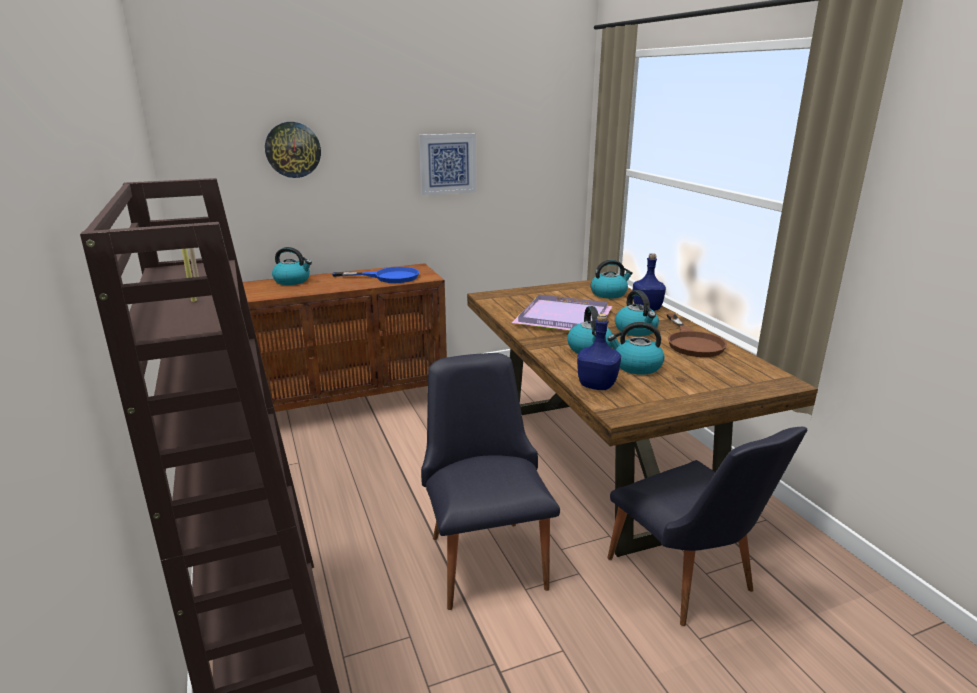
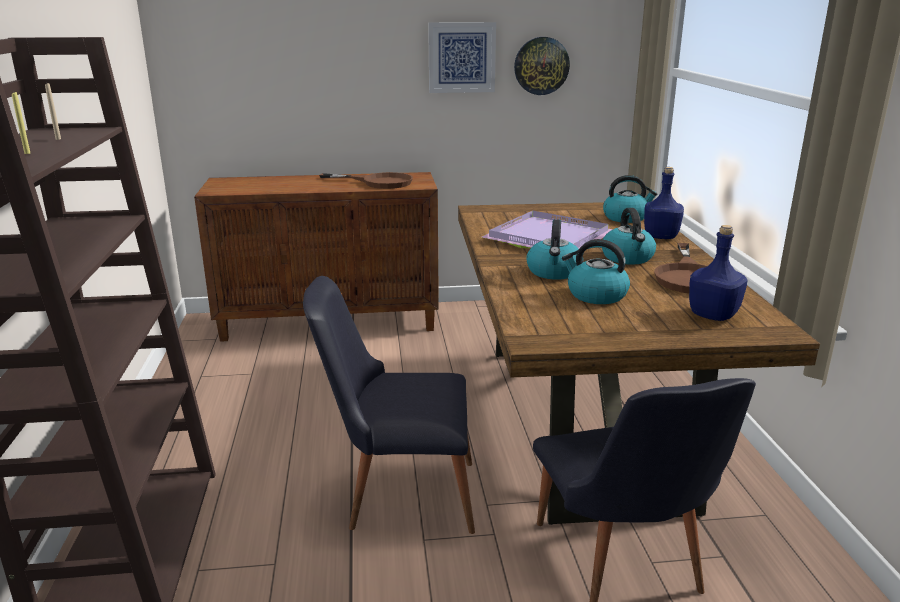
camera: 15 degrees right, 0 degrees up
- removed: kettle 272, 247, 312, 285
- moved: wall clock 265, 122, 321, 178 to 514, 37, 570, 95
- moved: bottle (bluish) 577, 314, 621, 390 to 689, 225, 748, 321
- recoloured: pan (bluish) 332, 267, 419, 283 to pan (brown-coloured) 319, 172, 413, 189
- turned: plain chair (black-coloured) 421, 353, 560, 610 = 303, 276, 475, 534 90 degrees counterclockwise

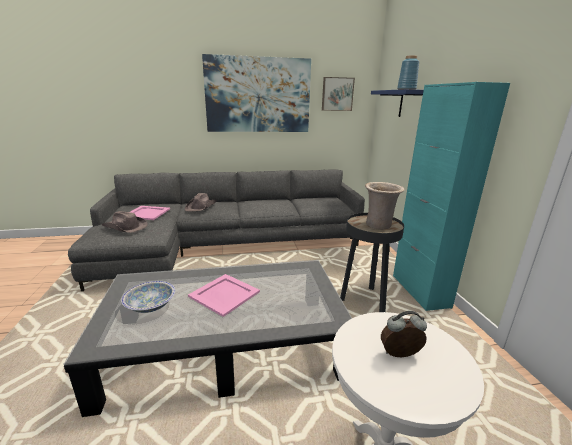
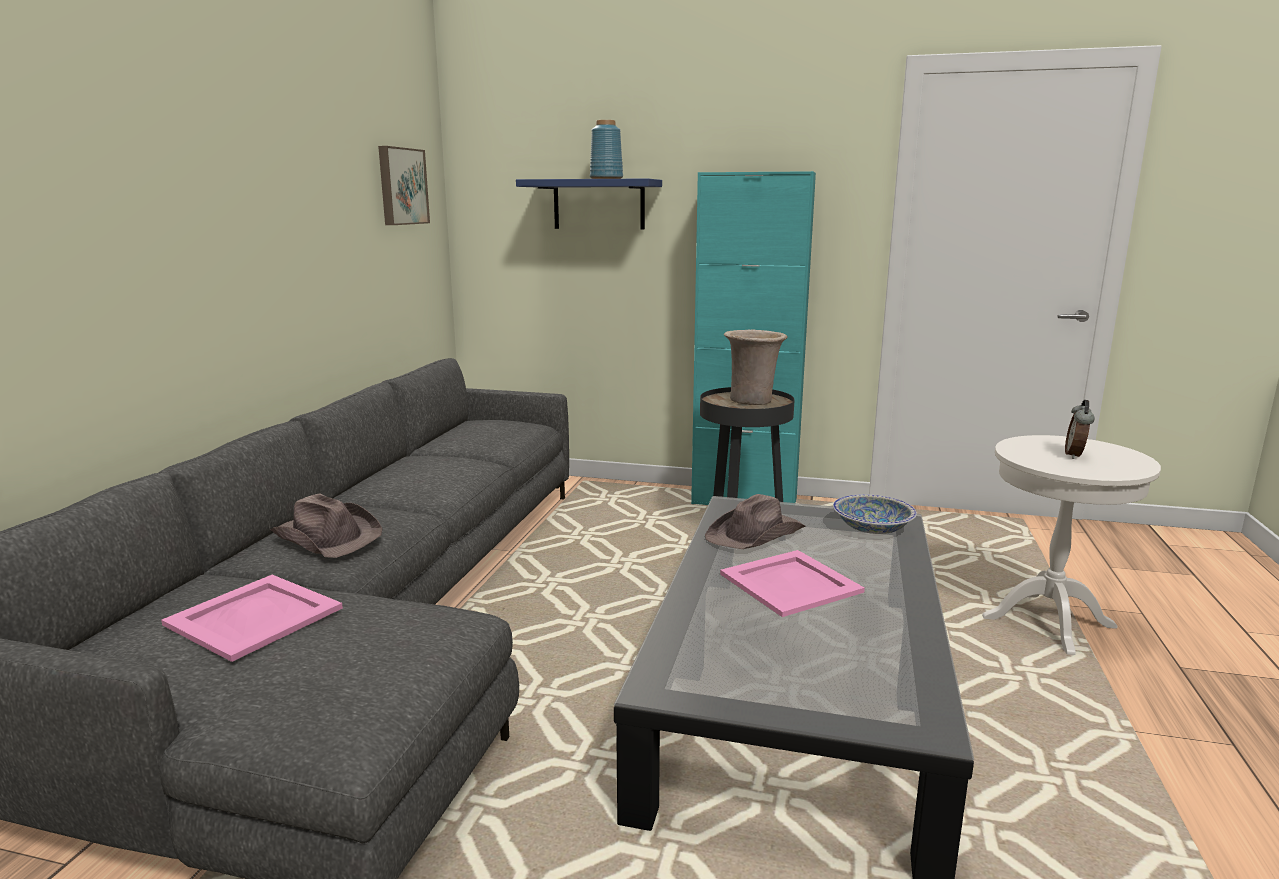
camera: 65 degrees left, 5 degrees down
- removed: wall art 202, 54, 311, 132
- moved: hat (brown-coloured) 102, 211, 148, 233 to 705, 494, 806, 549
- moved: bowl 121, 281, 175, 313 to 833, 494, 917, 534

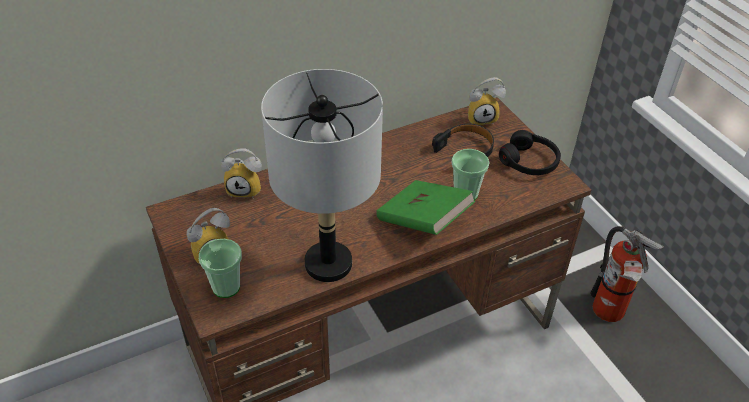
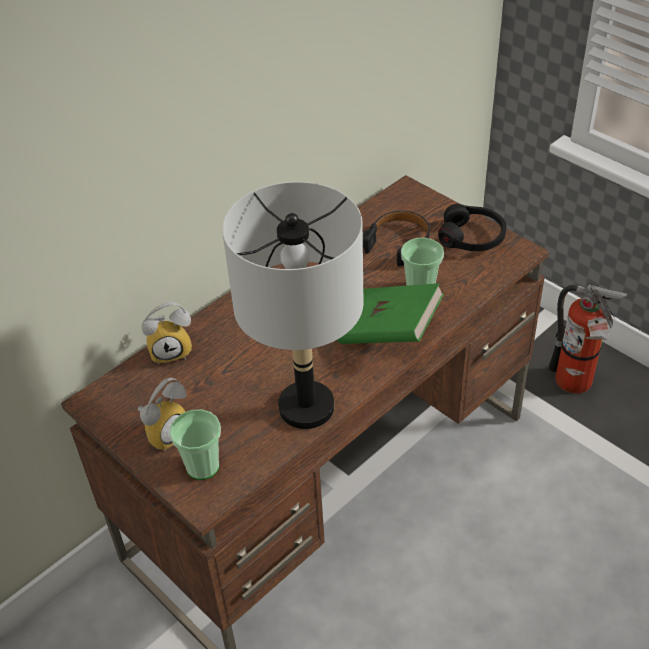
camera: 15 degrees left, 0 degrees up
- removed: alarm clock 468, 77, 506, 125

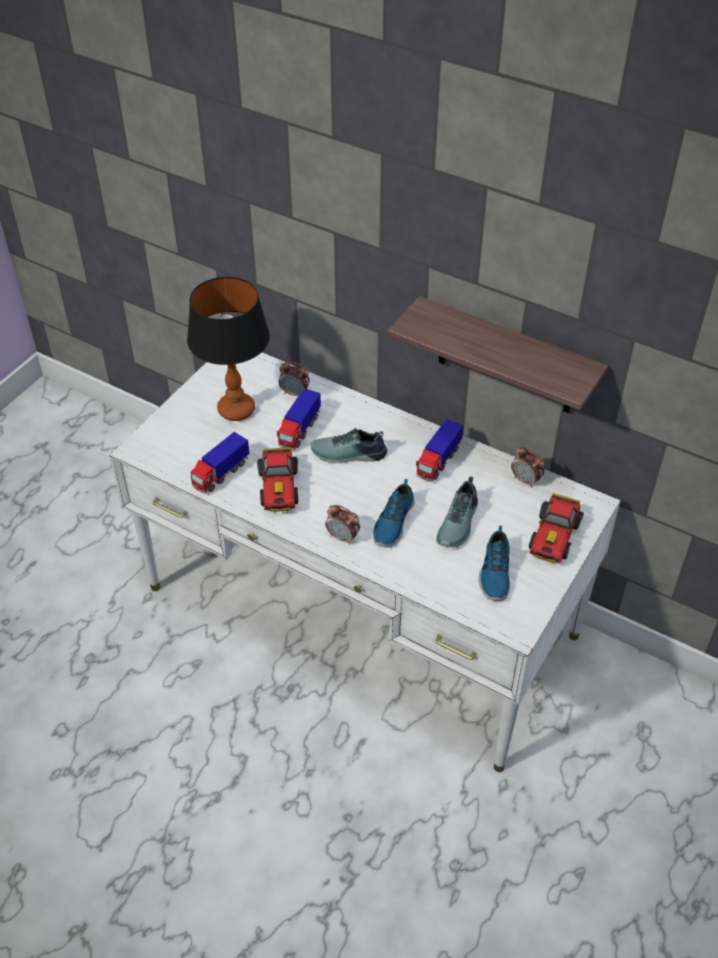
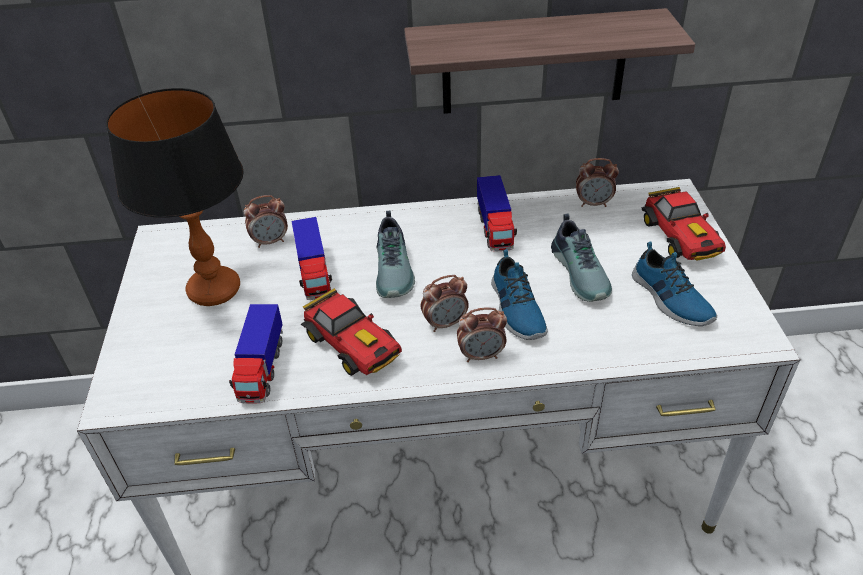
camera: 35 degrees left, 5 degrees down
- added: alarm clock 421, 275, 469, 332
- turned: shoe 311, 428, 387, 463 = 376, 211, 415, 298 60 degrees counterclockwise

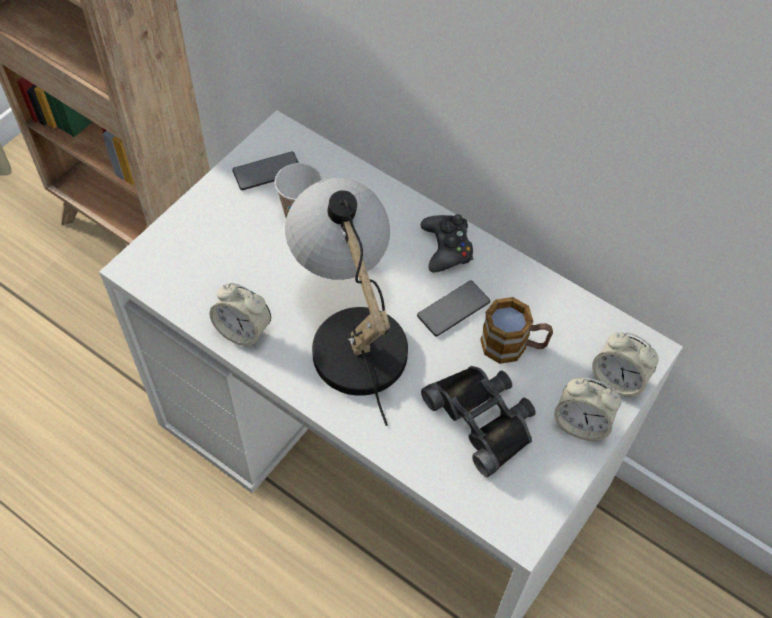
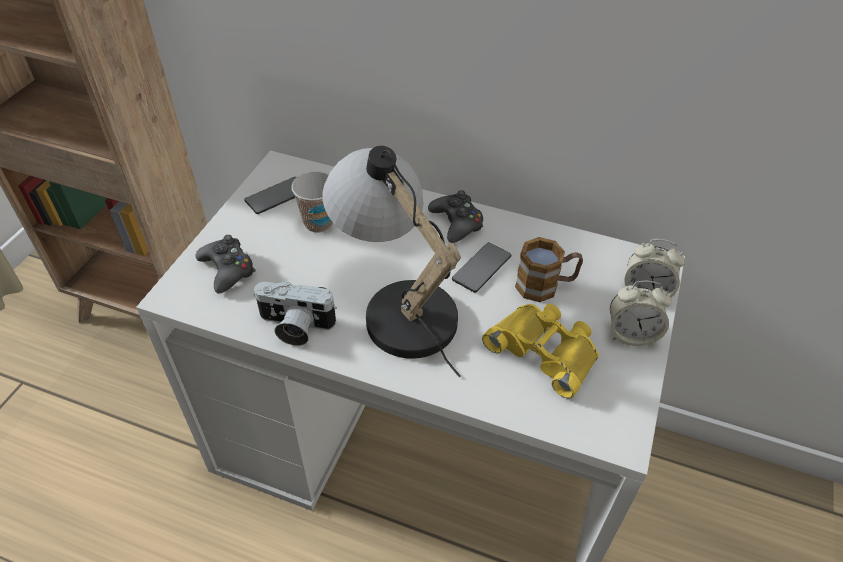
camera: 15 degrees left, 10 degrees down
- added: gamepad (black-coloured) 196, 235, 256, 293
- replaced: alarm clock 209, 282, 271, 346 to photo camera 254, 282, 337, 346
- recoloured: field glasses (black-coloured) 421, 366, 536, 477 to field glasses (yellowish) 482, 304, 599, 398

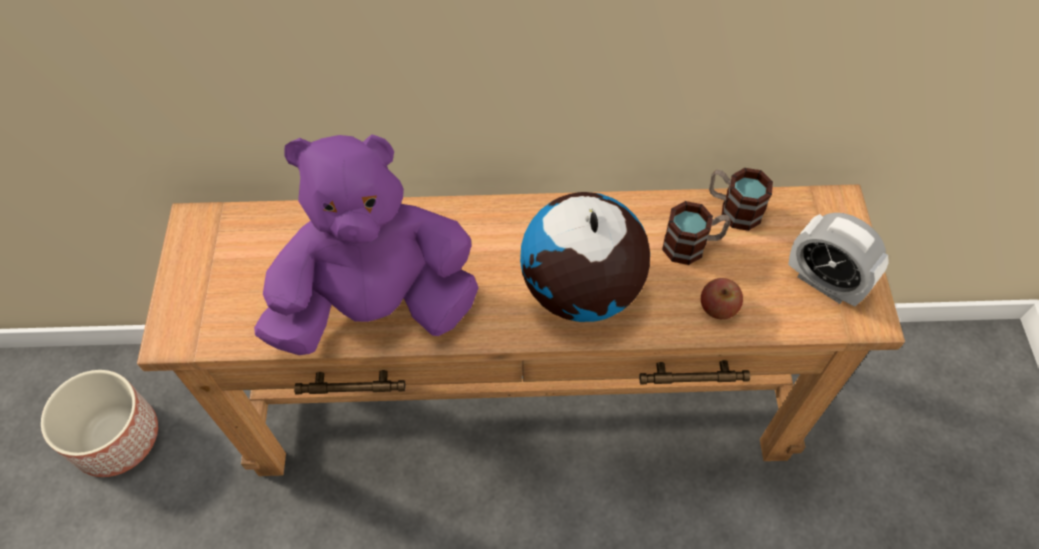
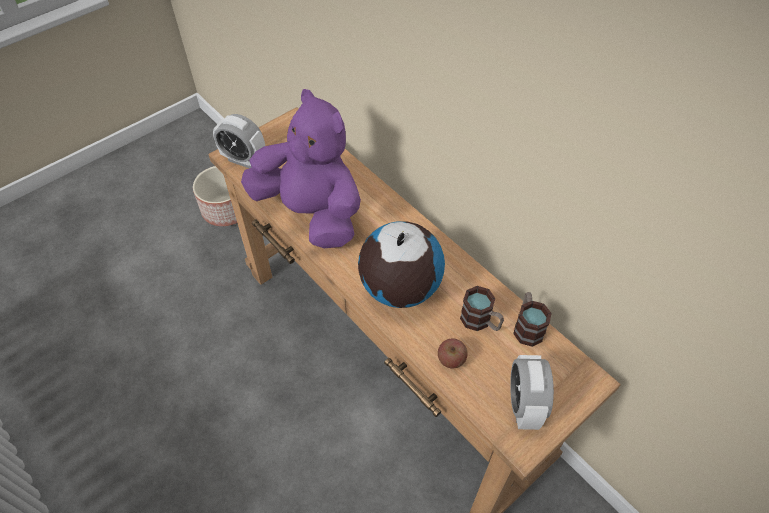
camera: 50 degrees right, 5 degrees down
- added: alarm clock 213, 114, 265, 168

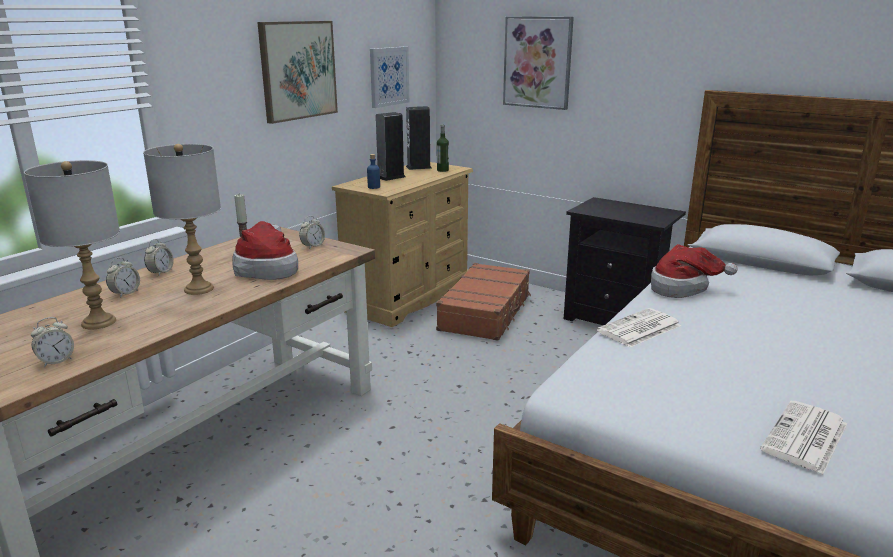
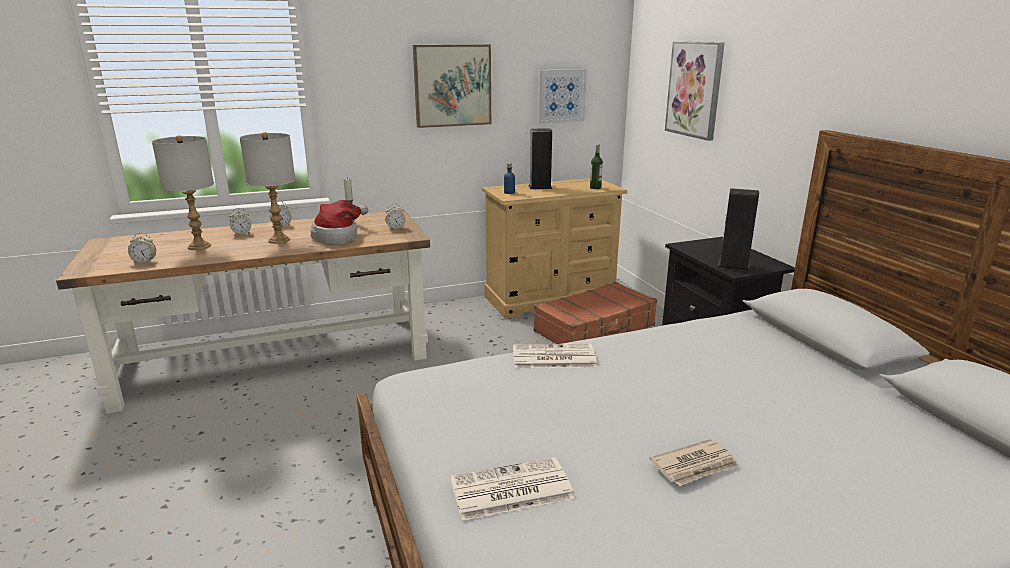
camera: 35 degrees right, 0 degrees up
- removed: hat 651, 244, 738, 298
- added: printed paper 649, 439, 739, 486
- moved: speaker 406, 106, 431, 170 to 718, 188, 759, 271

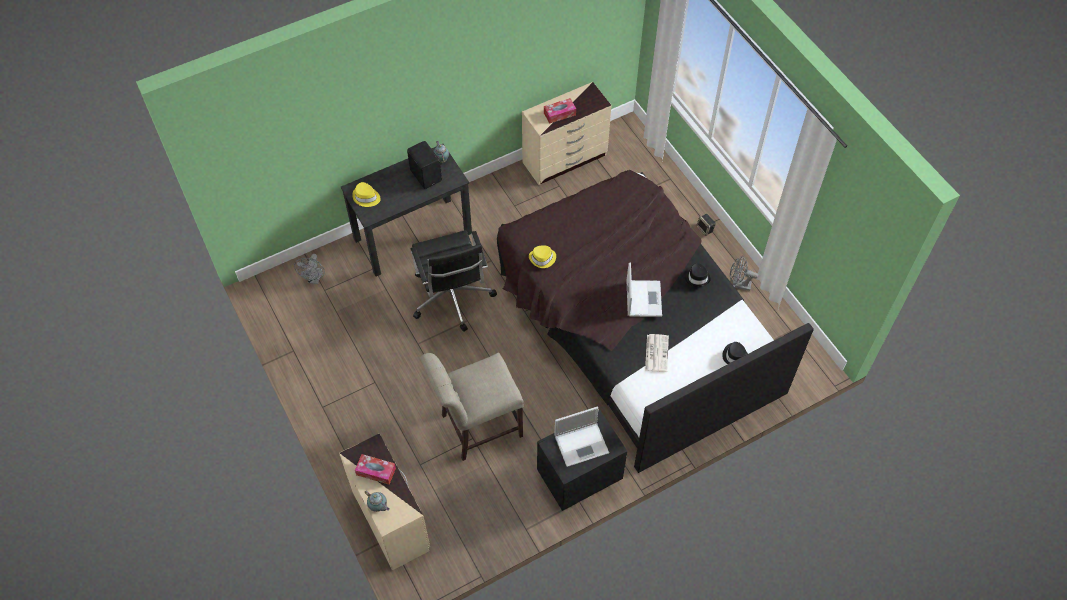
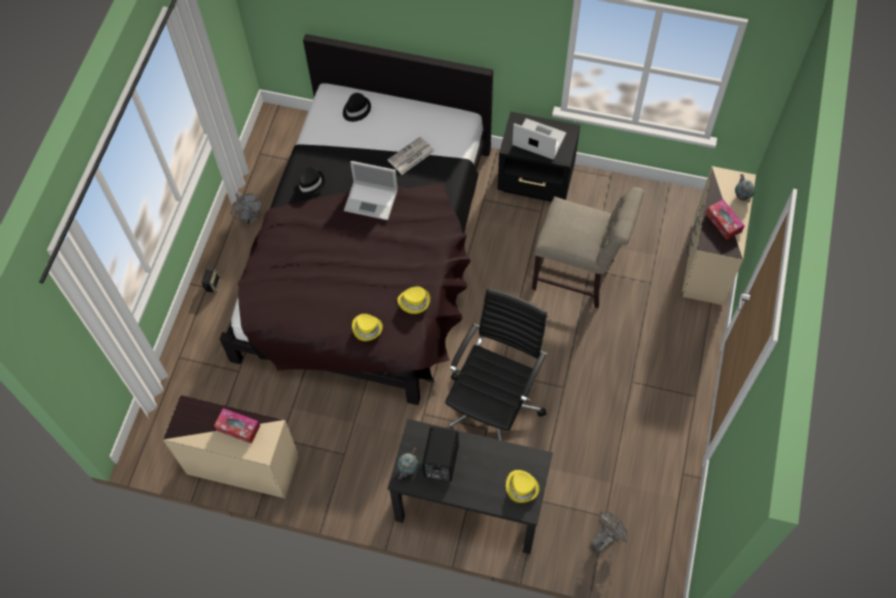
camera: 135 degrees left, 5 degrees up
- added: hat (yellowish) 352, 314, 383, 341
- turned: notebook computer 626, 262, 662, 317 = 344, 161, 398, 220 120 degrees counterclockwise

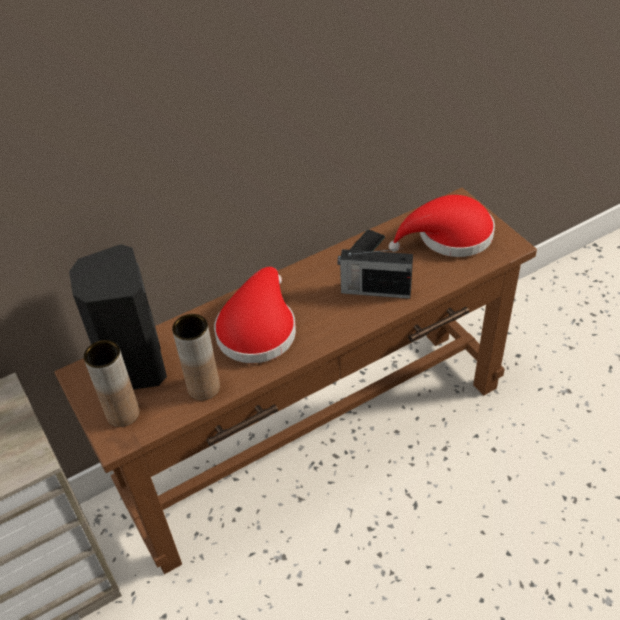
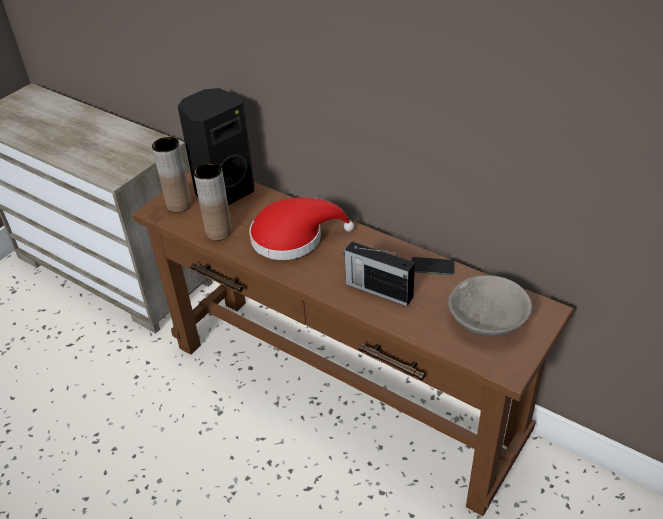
camera: 65 degrees right, 5 degrees down
- replaced: hat (reddish) 389, 195, 495, 257 to bowl (greyish) 448, 275, 532, 336
- turned: radio set 338, 248, 413, 299 = 343, 242, 415, 306 45 degrees counterclockwise

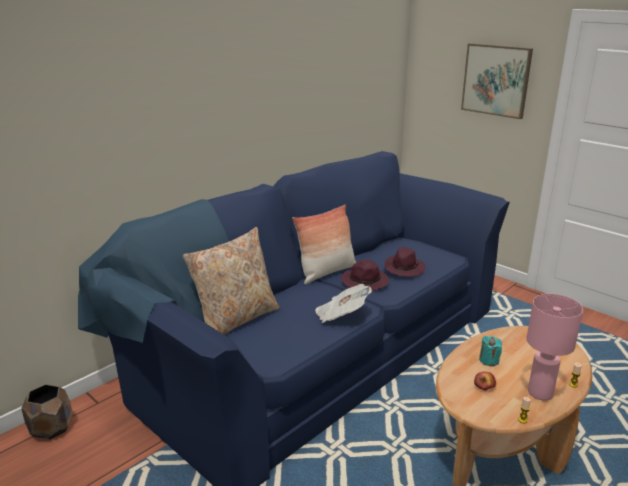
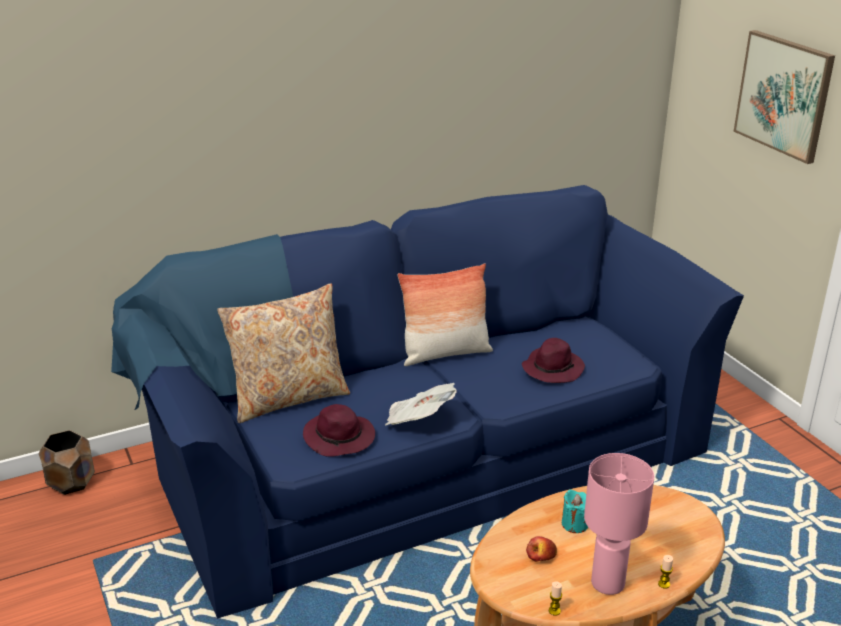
camera: 20 degrees right, 5 degrees up
- moved: hat (purplish) 341, 260, 389, 291 to 303, 404, 375, 457

